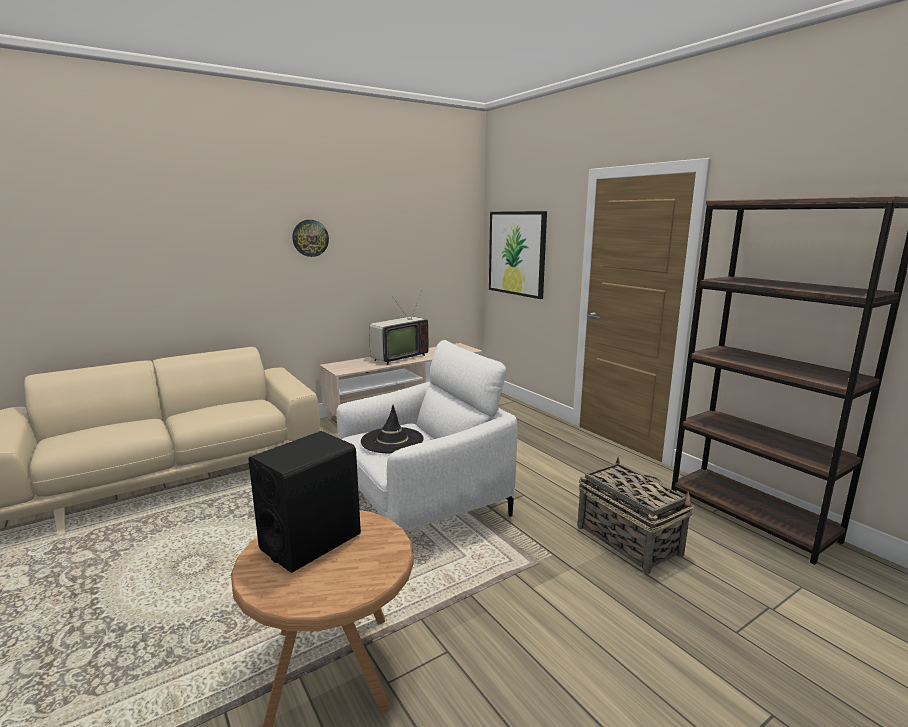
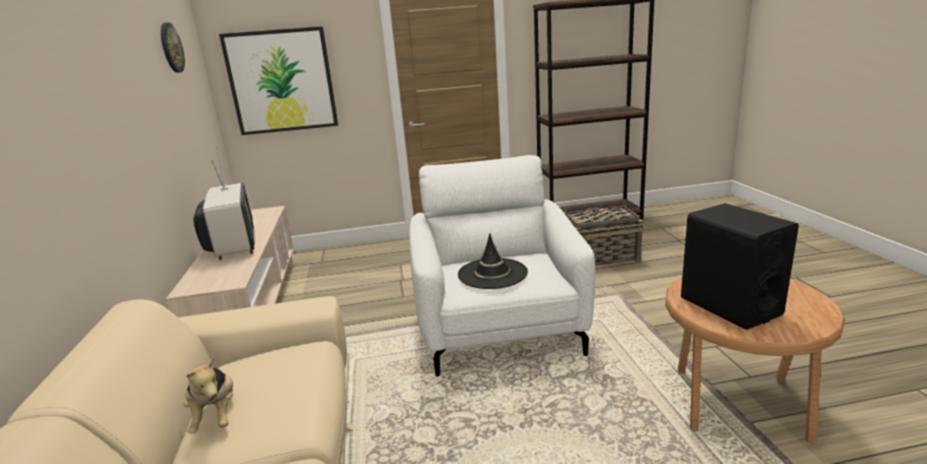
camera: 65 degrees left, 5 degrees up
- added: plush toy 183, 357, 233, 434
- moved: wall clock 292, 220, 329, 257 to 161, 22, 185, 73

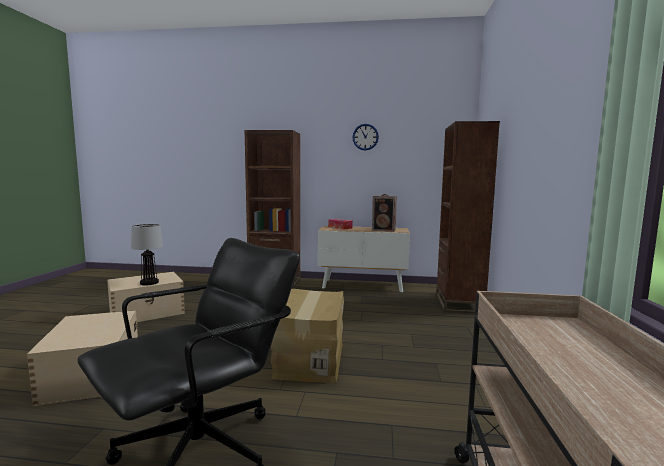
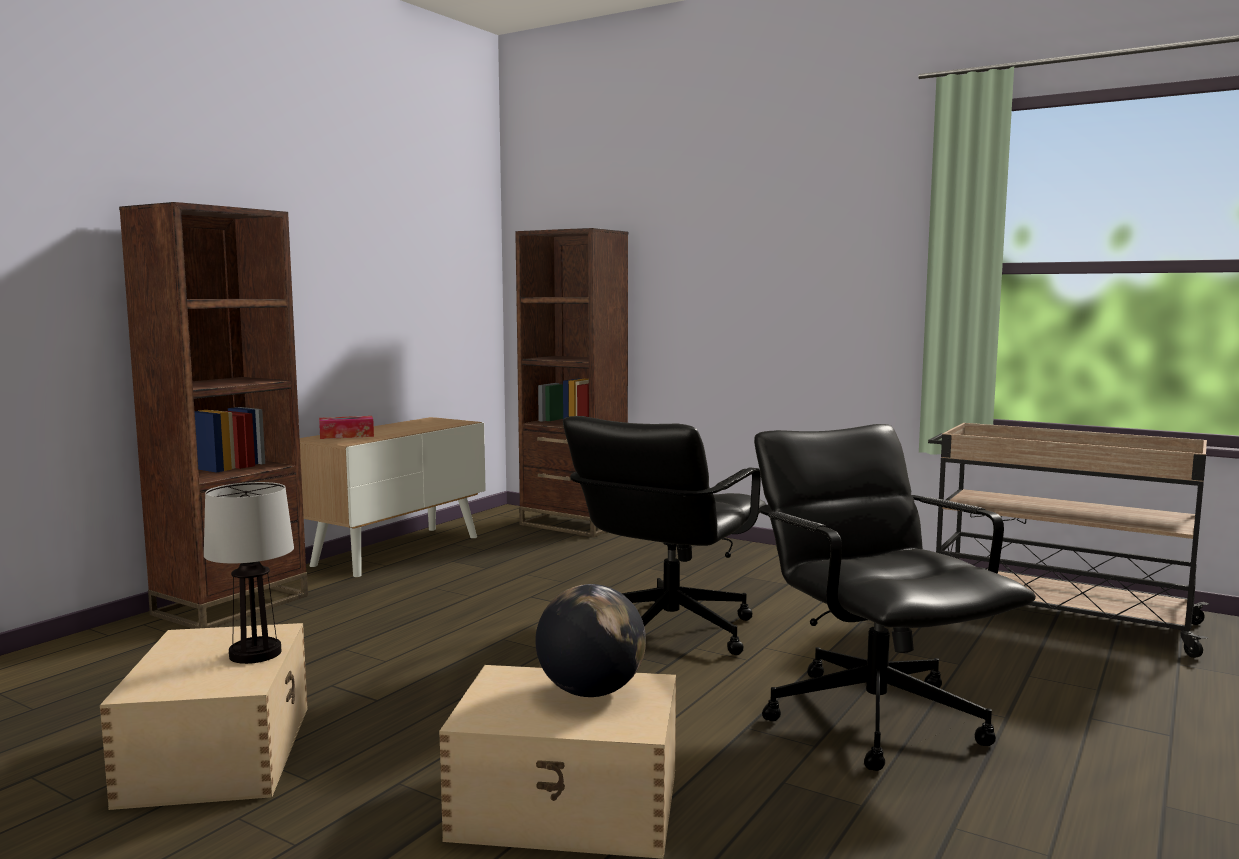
camera: 65 degrees left, 0 degrees up
- removed: wall clock 352, 124, 379, 150
- removed: speaker 372, 194, 397, 232
- added: globe 535, 584, 646, 697
- replaced: packing box 271, 289, 344, 383 to office chair (black-coloured) 563, 416, 766, 655

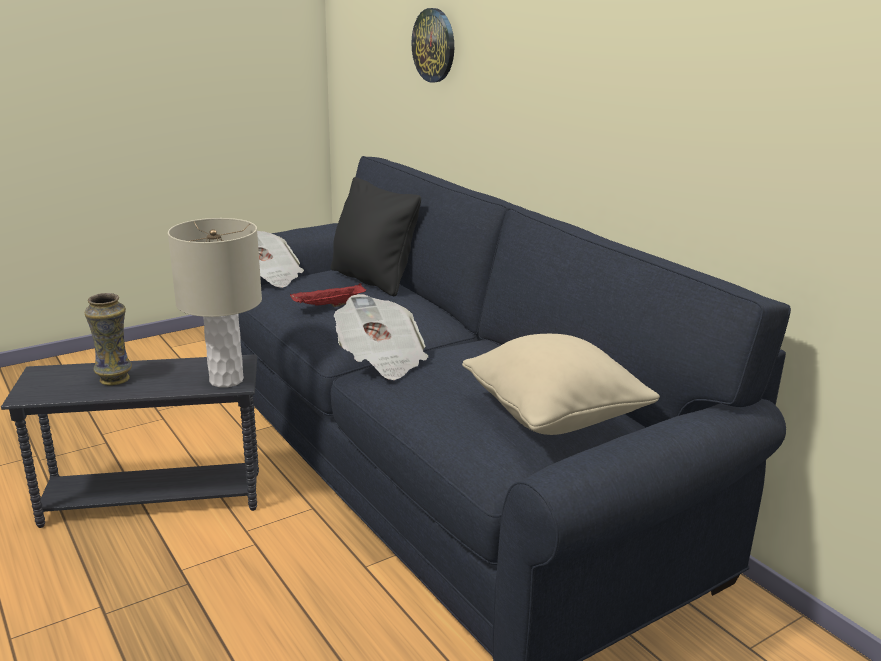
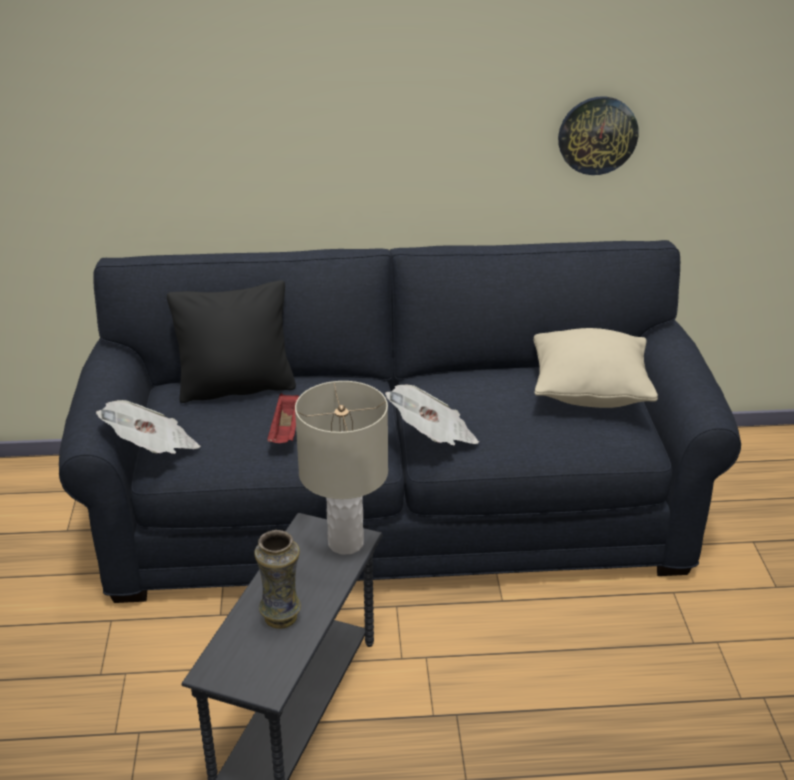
camera: 60 degrees left, 10 degrees up
- moved: wall clock 411, 8, 454, 83 to 558, 96, 639, 175

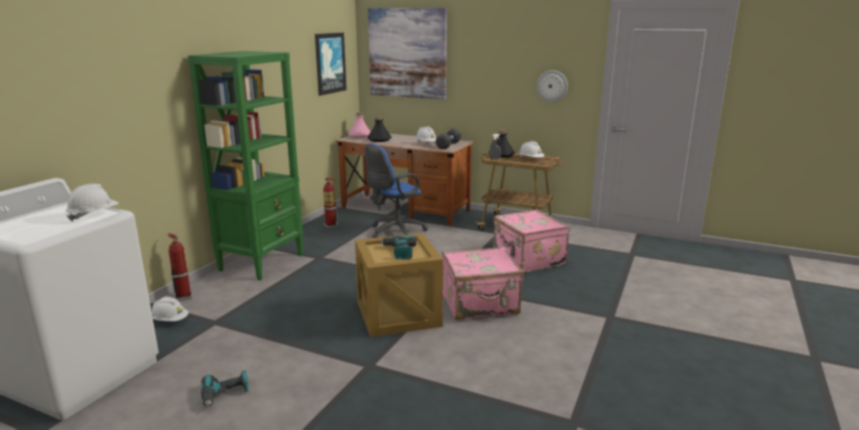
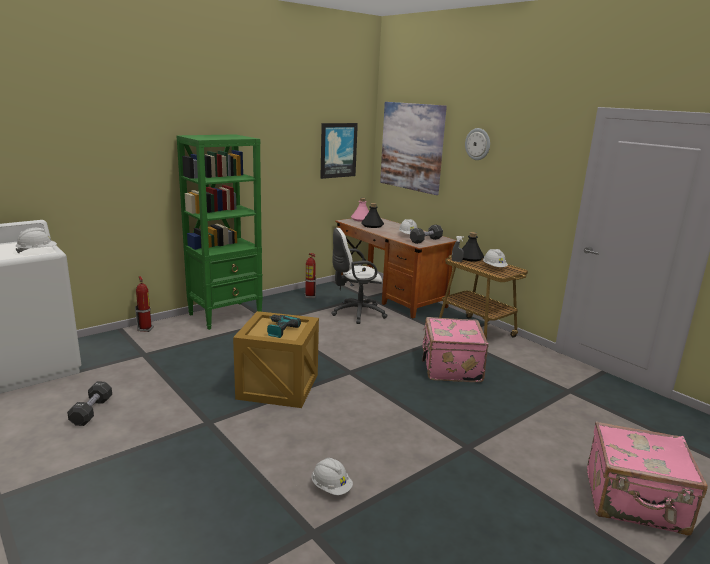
camera: 25 degrees right, 0 degrees up
- moved: work helmet (white-coloured) 152, 297, 189, 321 to 311, 458, 353, 495
- moved: piece of luggage (pink-coloured) 442, 246, 523, 320 to 587, 422, 708, 535
- moved: wall clock 537, 70, 568, 102 to 465, 128, 490, 160
- replaced: drill 201, 370, 249, 407 to free weight (black-coloured) 67, 381, 112, 426
- recoloured: office chair (bluish) 365, 143, 428, 238 to office chair (white-coloured) 331, 228, 388, 324

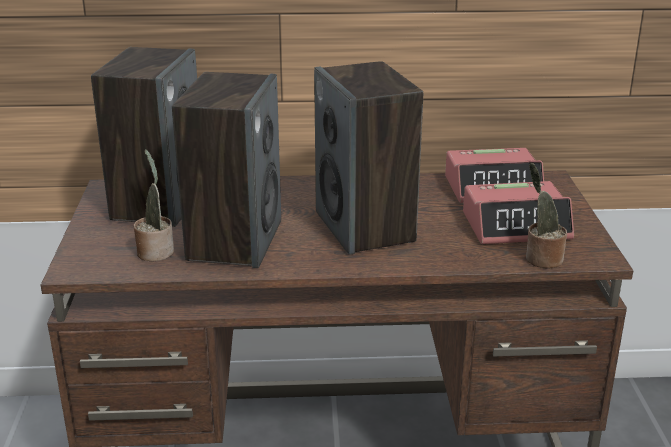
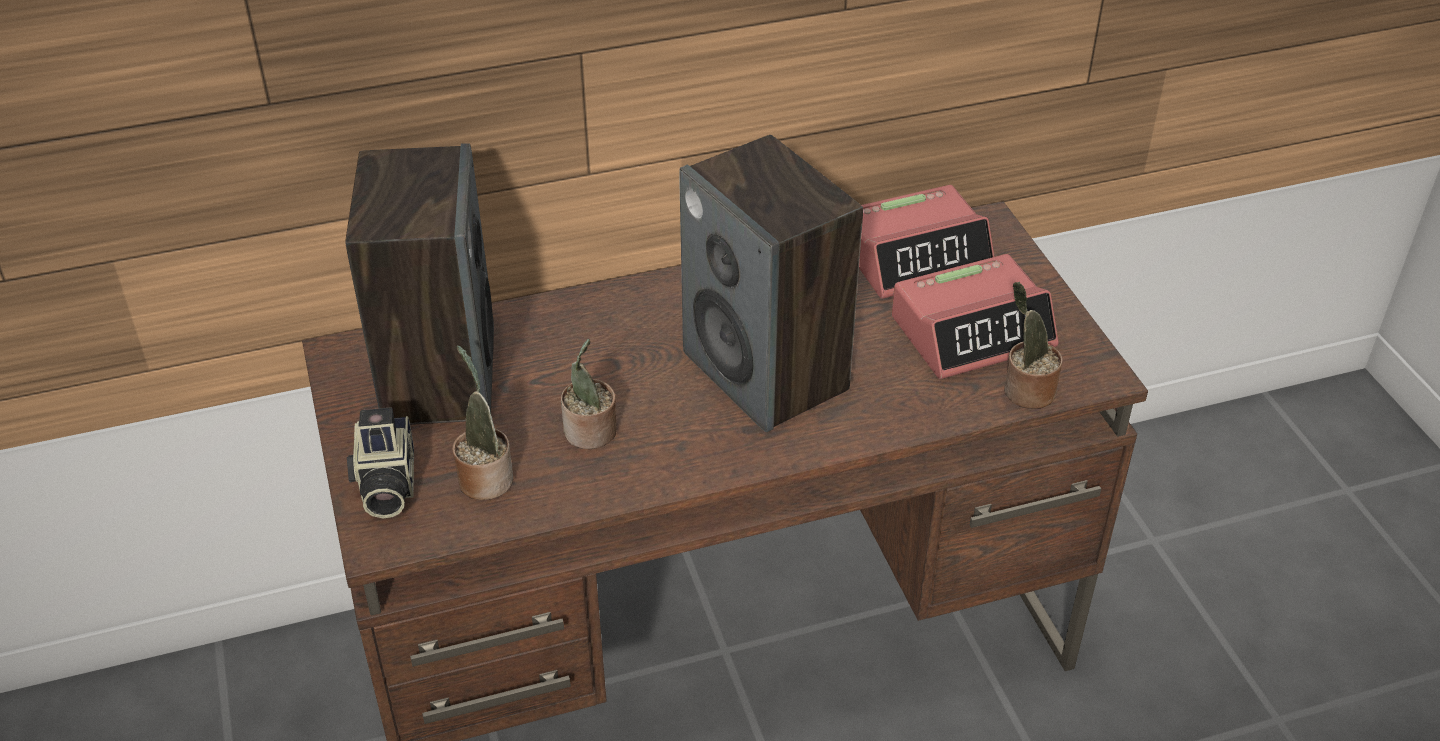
camera: 15 degrees left, 15 degrees up
- added: photo camera 347, 407, 414, 519
- replaced: speaker 172, 72, 281, 268 to houseplant 561, 339, 616, 449

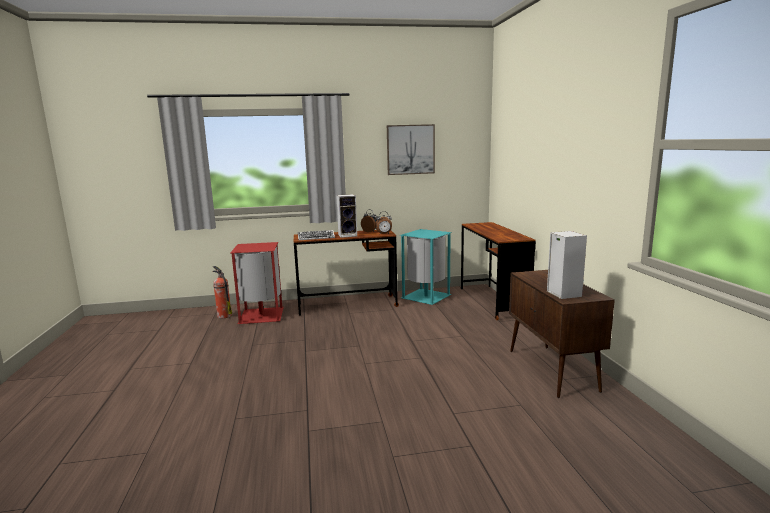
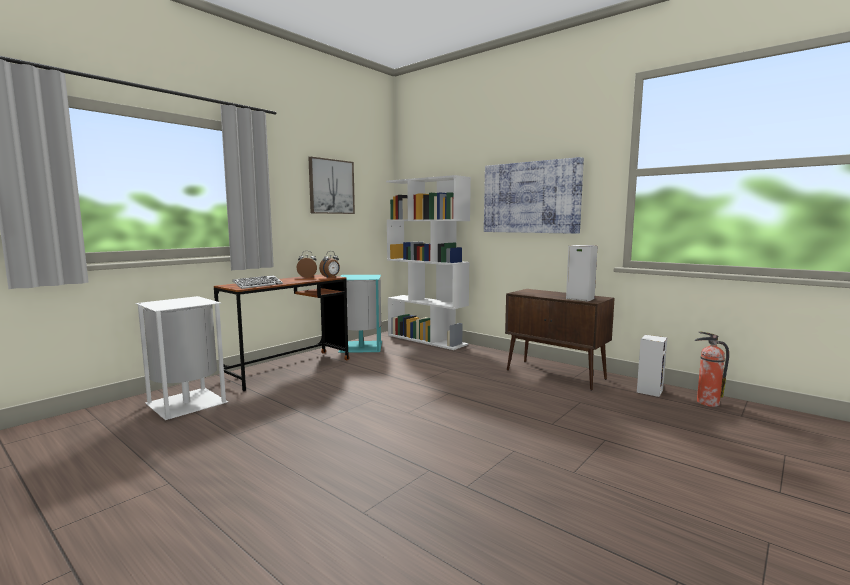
camera: 40 degrees left, 5 degrees down
- added: wall art 484, 157, 584, 234
- moved: extinguisher 213, 266, 232, 318 to 695, 331, 729, 407
- moved: speaker 336, 194, 357, 238 to 637, 335, 667, 397
- replaced: desk unit (brown-coloured) 461, 222, 536, 320 to shelving unit (white-coloured) 386, 175, 471, 350
- recoloured: rubbish bin (reddish) 231, 242, 284, 324 to rubbish bin (white-coloured) 135, 296, 228, 420

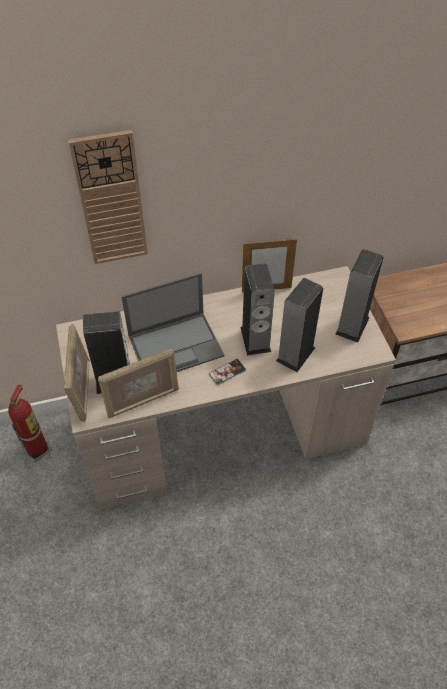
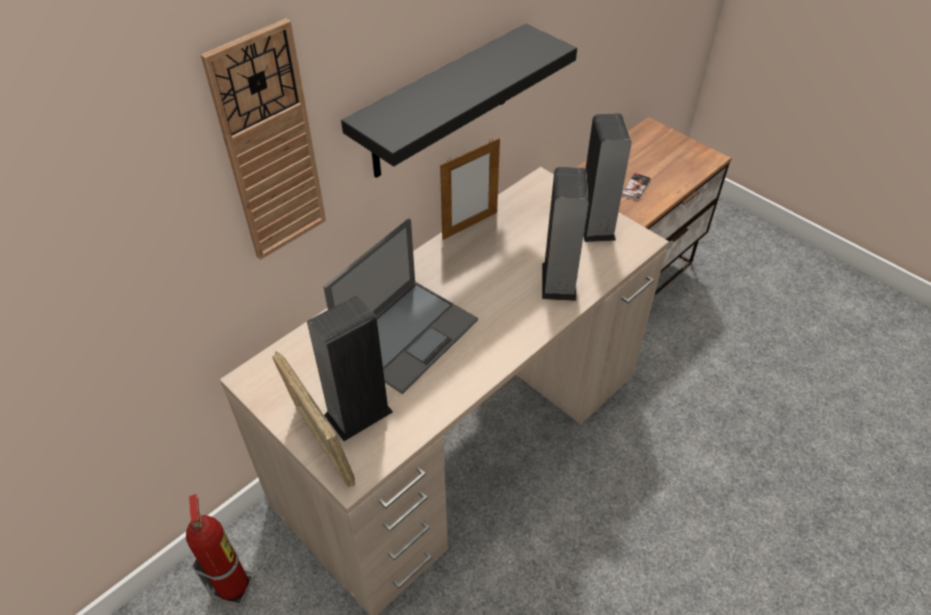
camera: 30 degrees left, 5 degrees down
- removed: standing frame 98, 348, 179, 418
- removed: speaker 240, 264, 275, 355
- added: wall shelf (black-coloured) 341, 24, 577, 178
- moved: phone 209, 359, 246, 385 to 622, 173, 651, 200

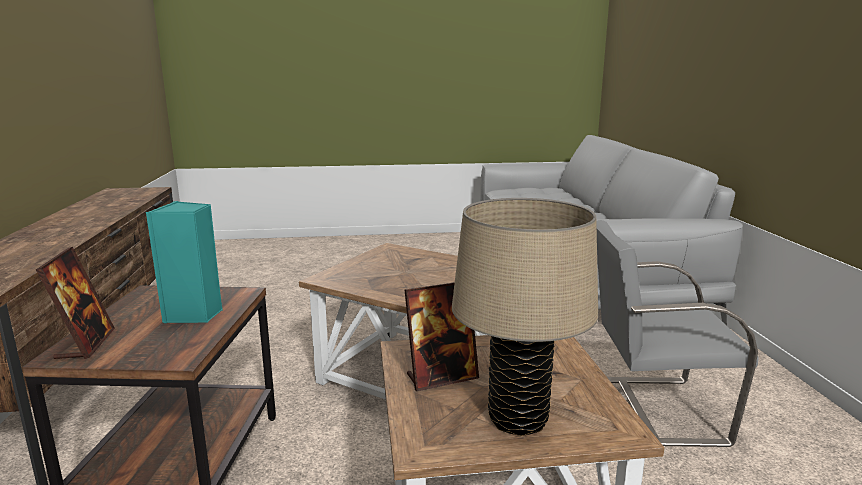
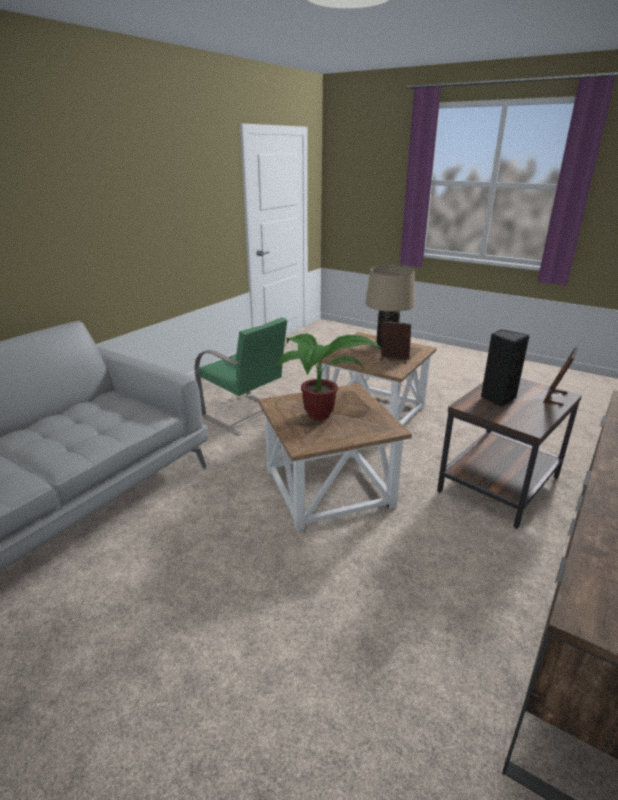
camera: 140 degrees left, 10 degrees up
- added: houseplant 276, 334, 383, 420
- recoloured: speaker (blue-green) 146, 201, 222, 323 to speaker (black-coloured) 481, 330, 530, 407
- recoloured: plain chair (greyish) 596, 220, 759, 447 to plain chair (green) 194, 317, 287, 436

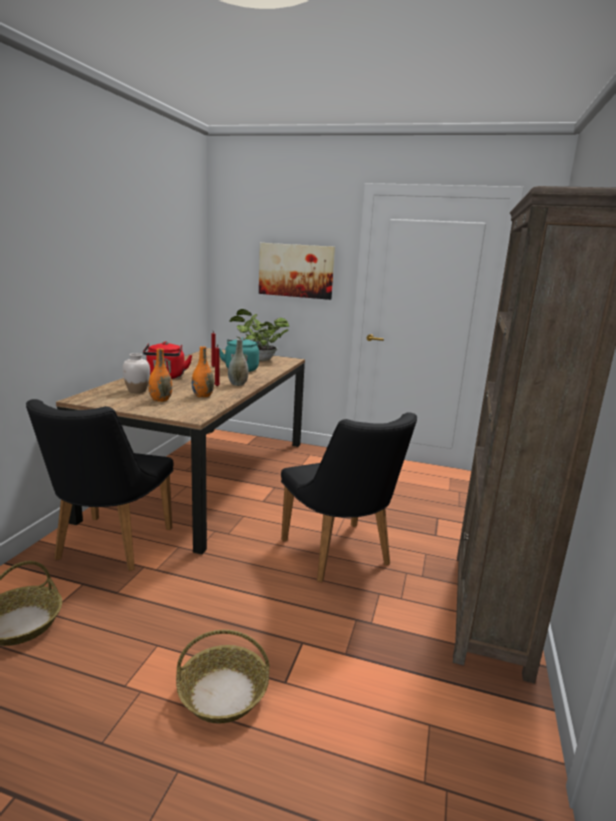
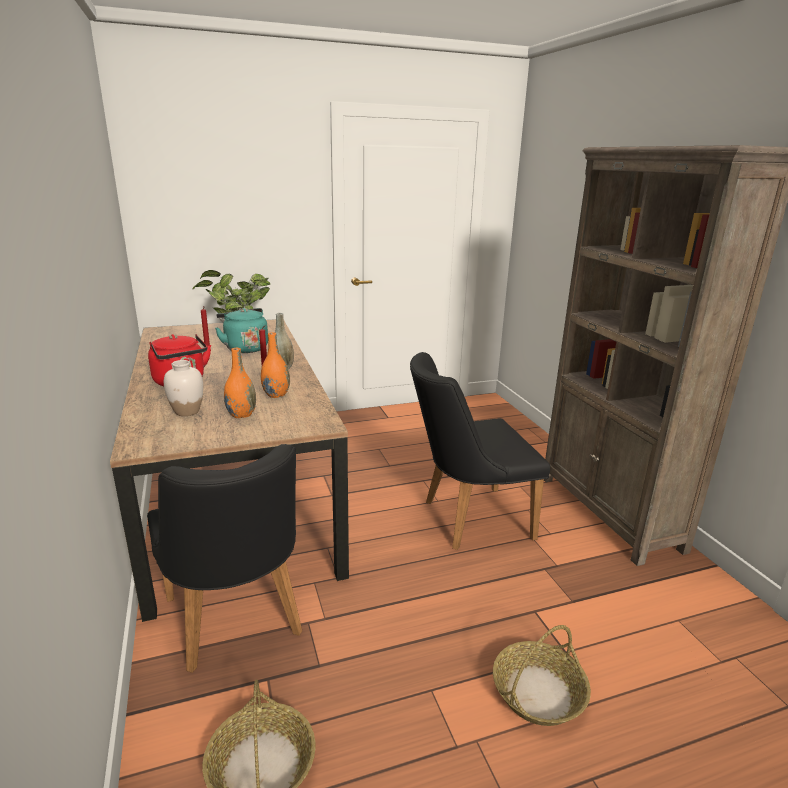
camera: 35 degrees left, 5 degrees up
- removed: wall art 259, 243, 335, 300
- turned: plain chair (black-coloured) 281, 413, 417, 582 = 410, 352, 550, 550 135 degrees clockwise

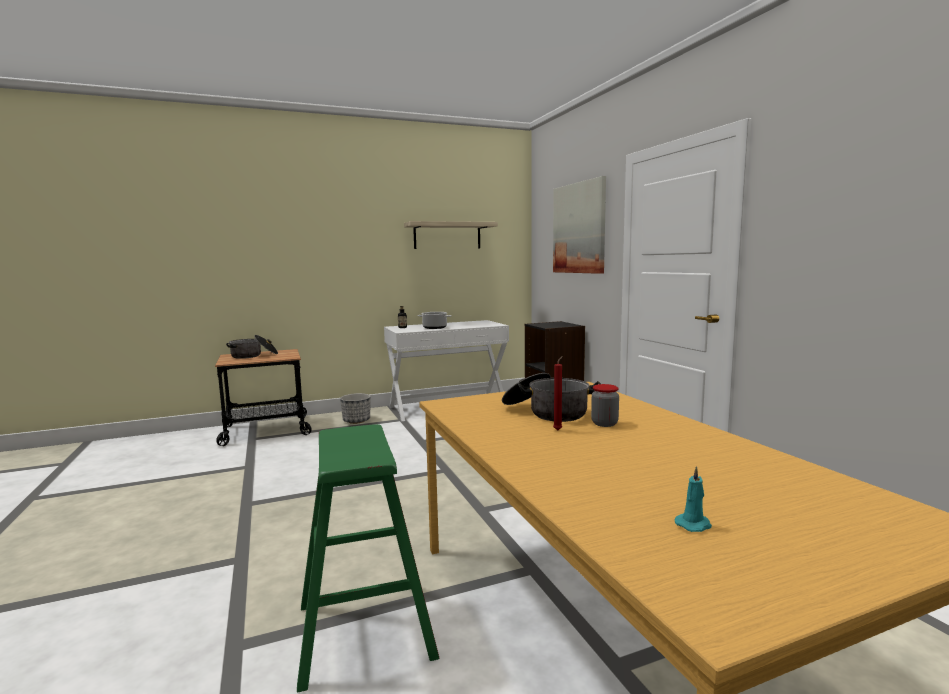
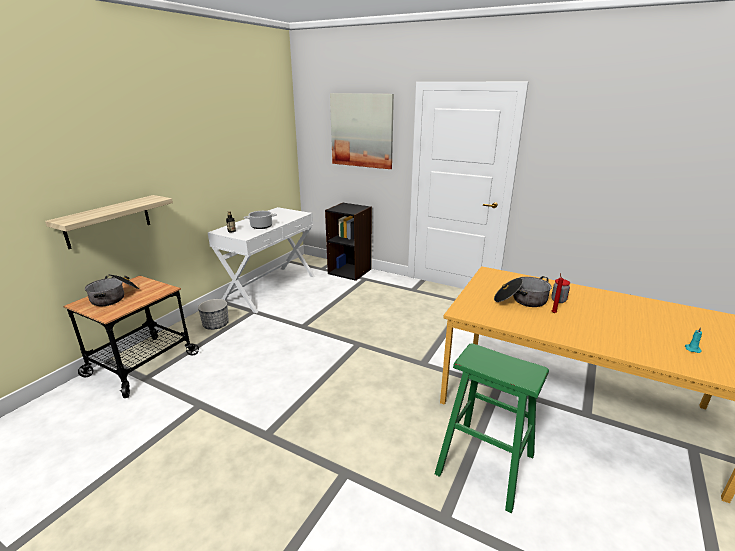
camera: 40 degrees left, 15 degrees up
- moved: wall shelf 404, 221, 498, 249 to 45, 195, 173, 249

